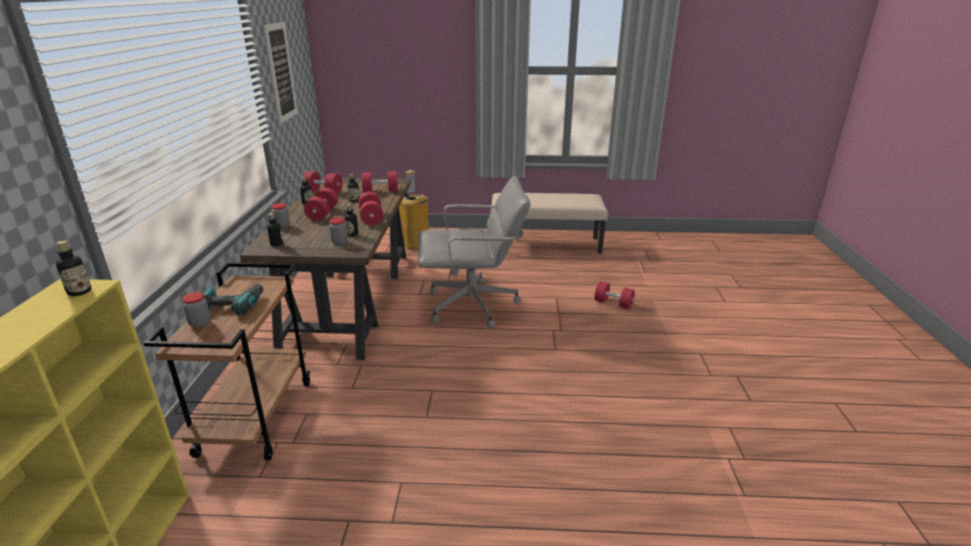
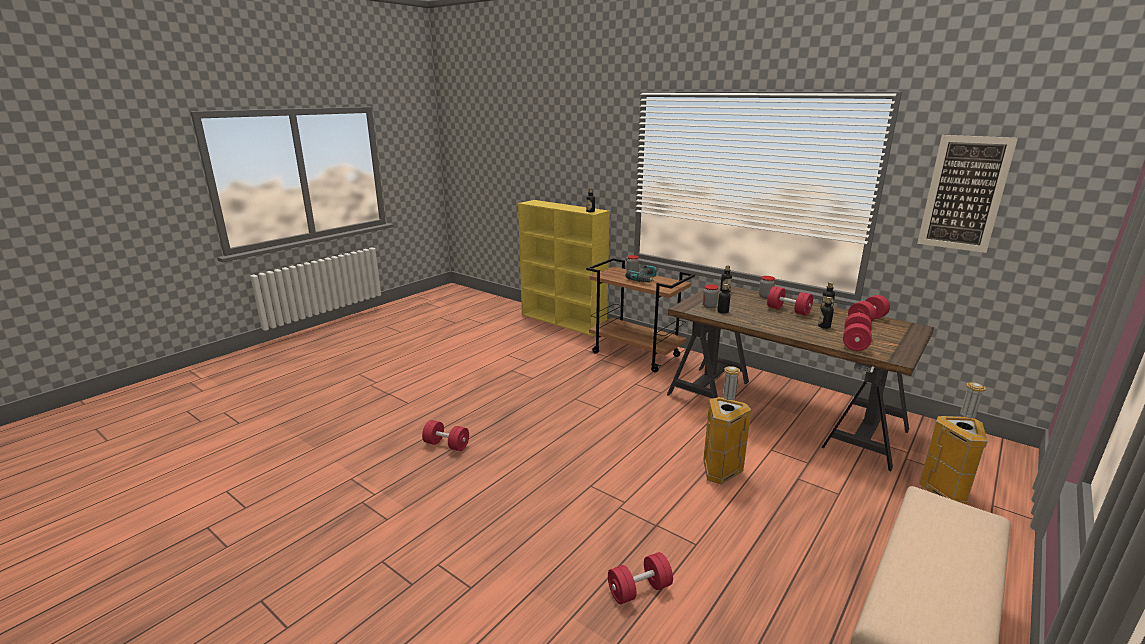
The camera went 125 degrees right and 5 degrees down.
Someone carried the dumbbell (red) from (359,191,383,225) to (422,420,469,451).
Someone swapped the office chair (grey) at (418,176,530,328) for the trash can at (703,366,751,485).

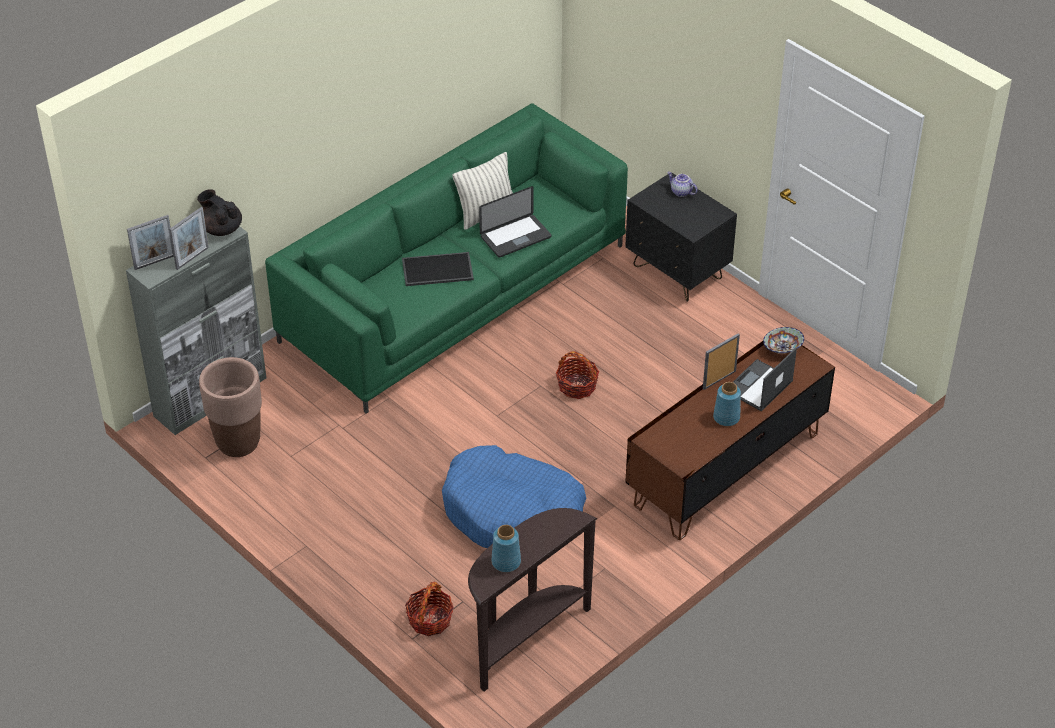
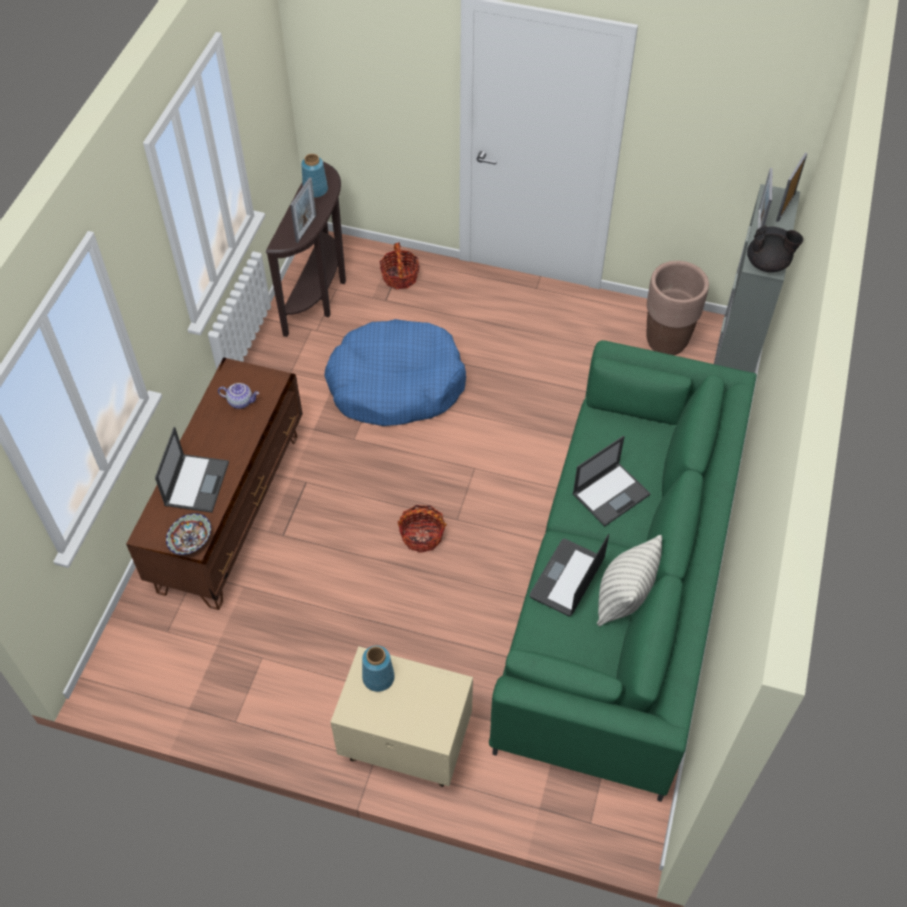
The camera went 150 degrees right and 10 degrees up.
Someone swapped the tray at (402,252,474,286) for the laptop at (572,436,651,526).
Someone repainted the nightstand (black) at (625,172,737,302), which became the nightstand (beige) at (330,646,473,787).
Someone carried the teapot from (667,172,698,197) to (218,383,259,409).
Someone carried the picture frame from (703,333,740,390) to (290,177,316,243).
Someone carried the vase (blue) from (713,382,741,426) to (362,646,395,692).

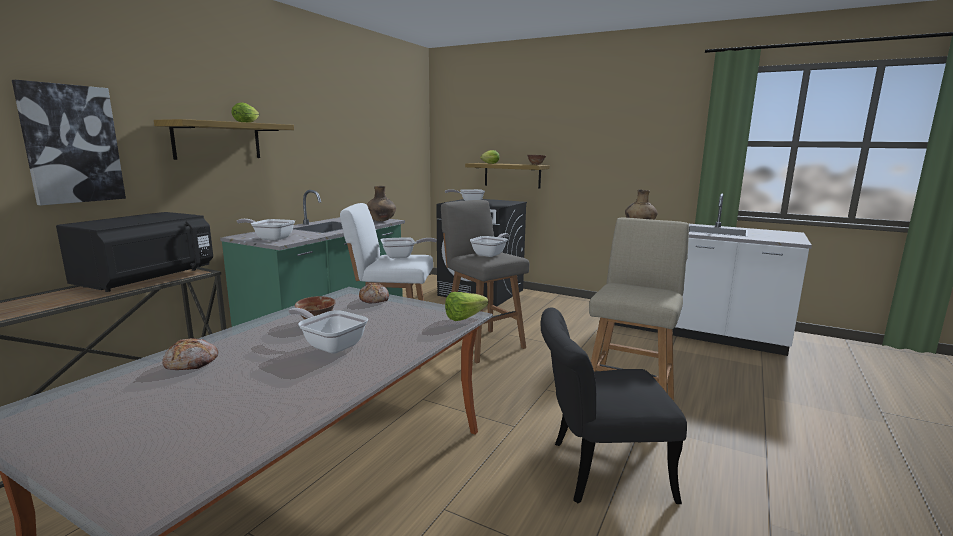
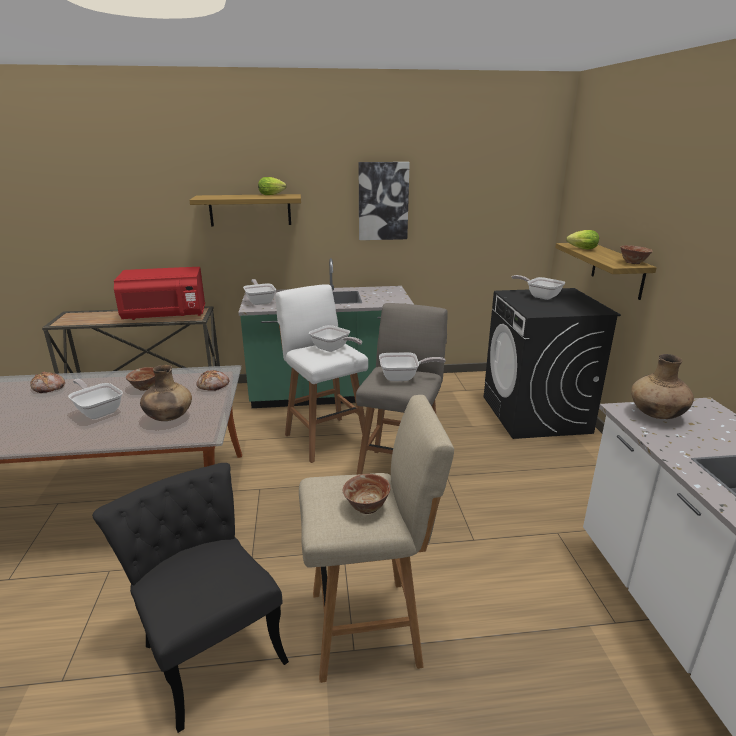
The camera went 55 degrees right and 10 degrees up.
Someone carried the picture from (12,80,126,205) to (358,162,410,240).
Someone repainted the microwave (black) at (56,212,213,292), which became the microwave (red) at (114,267,205,320).
Someone rotated the frying pan at (288,308,368,354) by 45 degrees counterclockwise.
Someone carried the vase (brown) from (366,186,396,222) to (140,365,192,421).
Someone took away the lettuce at (445,292,488,321).
Someone put down the bowl at (343,474,390,514).

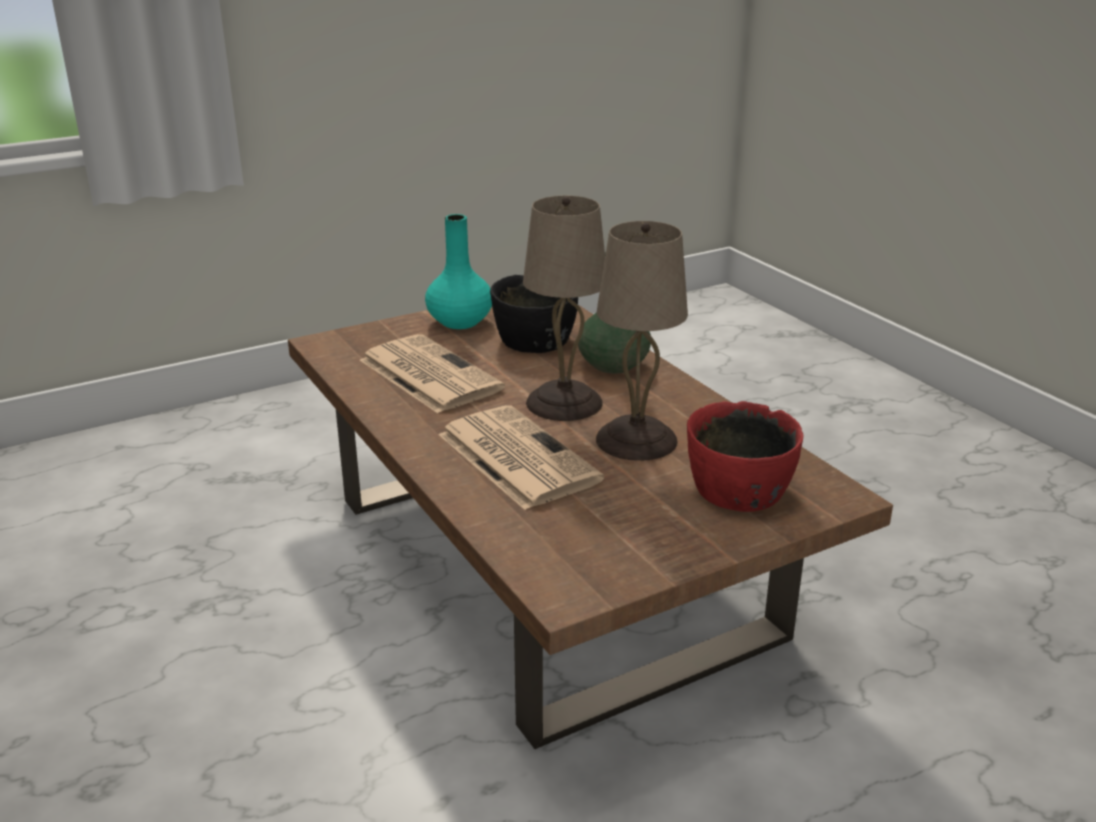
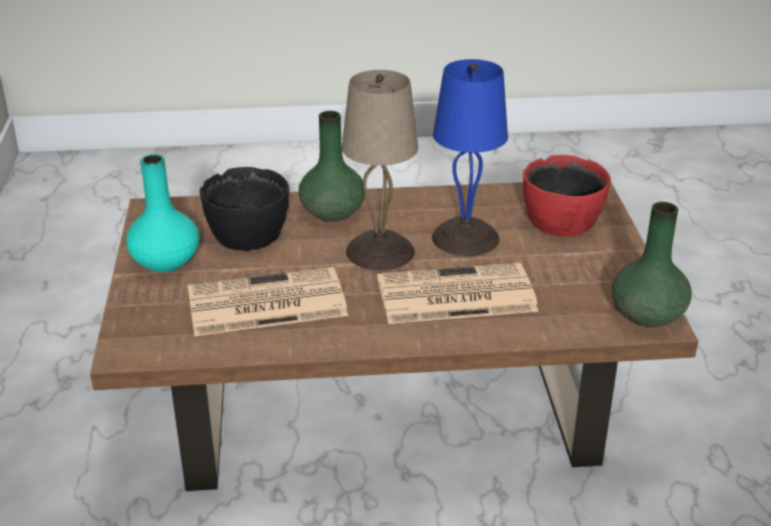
The camera went 65 degrees left and 5 degrees up.
Someone repainted the table lamp (beige) at (596,221,688,461), which became the table lamp (blue) at (432,59,508,256).
Someone put down the vase (green) at (612,202,692,327).

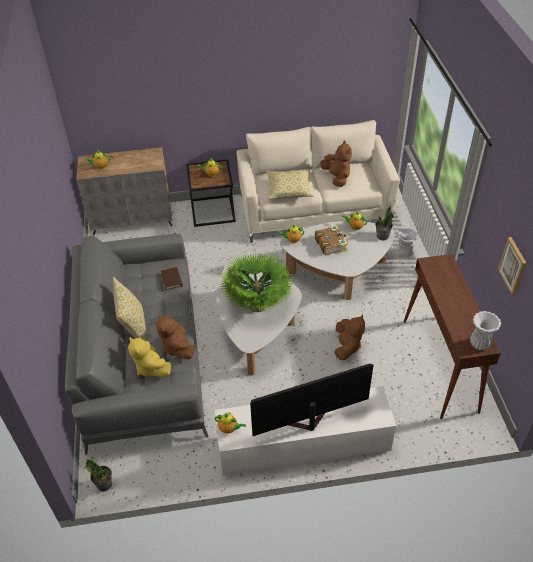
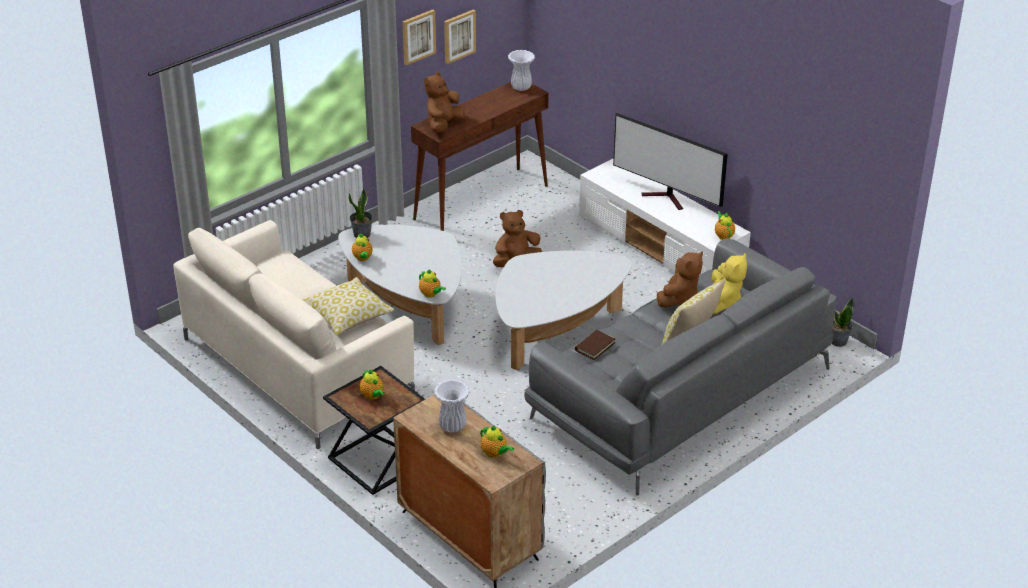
The camera went 125 degrees left and 10 degrees down.
Someone took away the potted plant at (219,252,293,313).
Someone took away the book at (315,225,348,255).
Someone carried the plush toy (brown) from (320,141,352,187) to (424,72,465,133).
Someone carried the vase (white) from (397,228,418,258) to (434,379,470,433).
Someone put up the picture at (402,9,436,65).

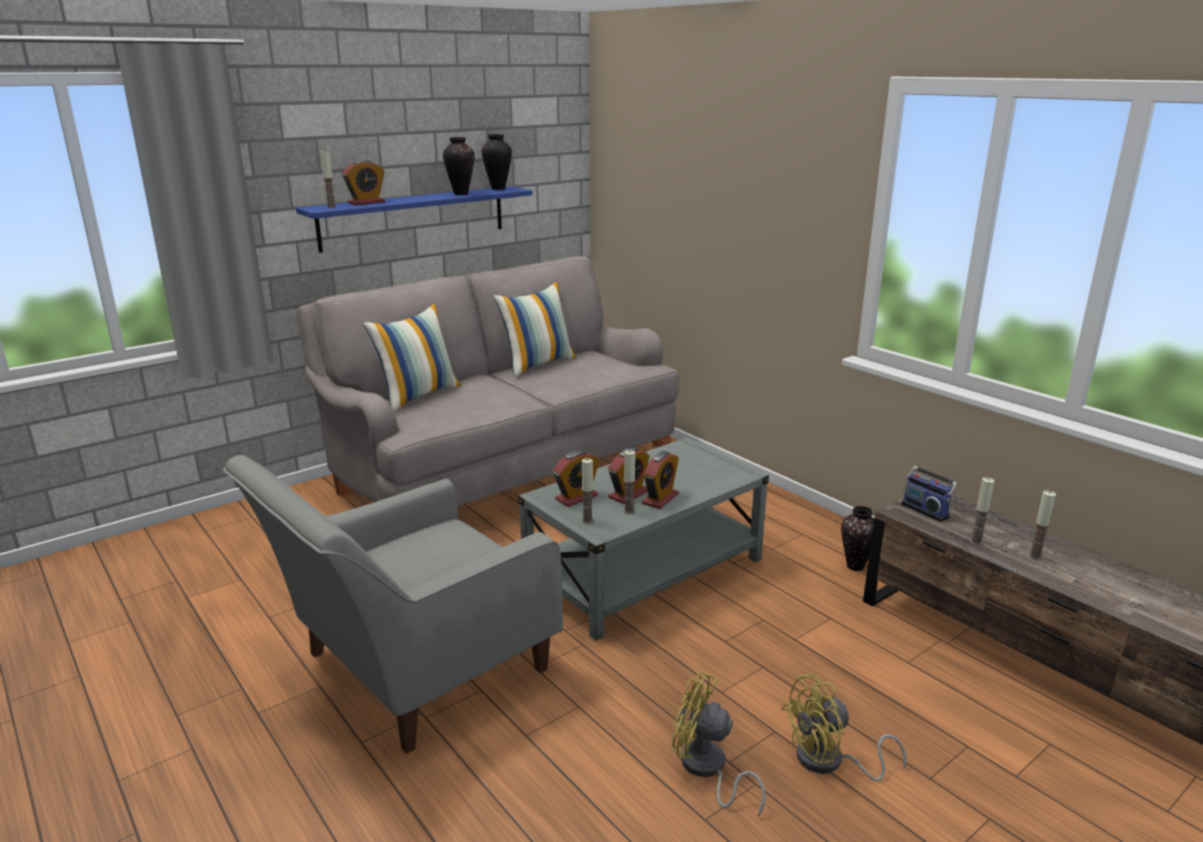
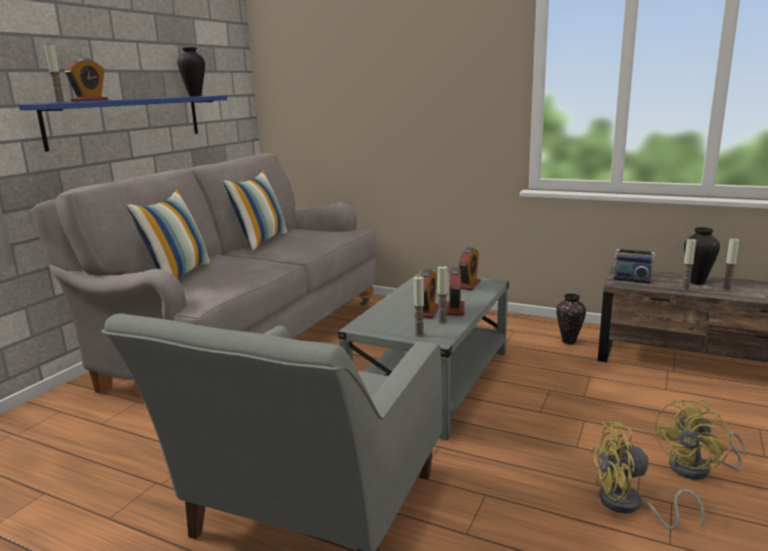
The camera went 25 degrees left and 5 degrees down.
Someone carried the vase from (443,137,474,195) to (684,227,720,284).
Someone carried the alarm clock from (553,450,600,507) to (459,247,481,290).

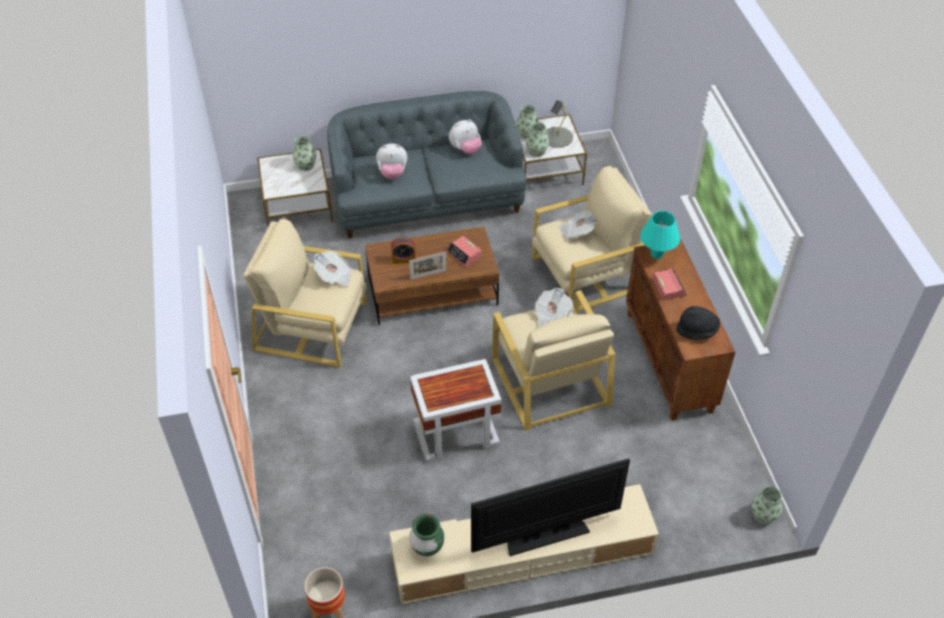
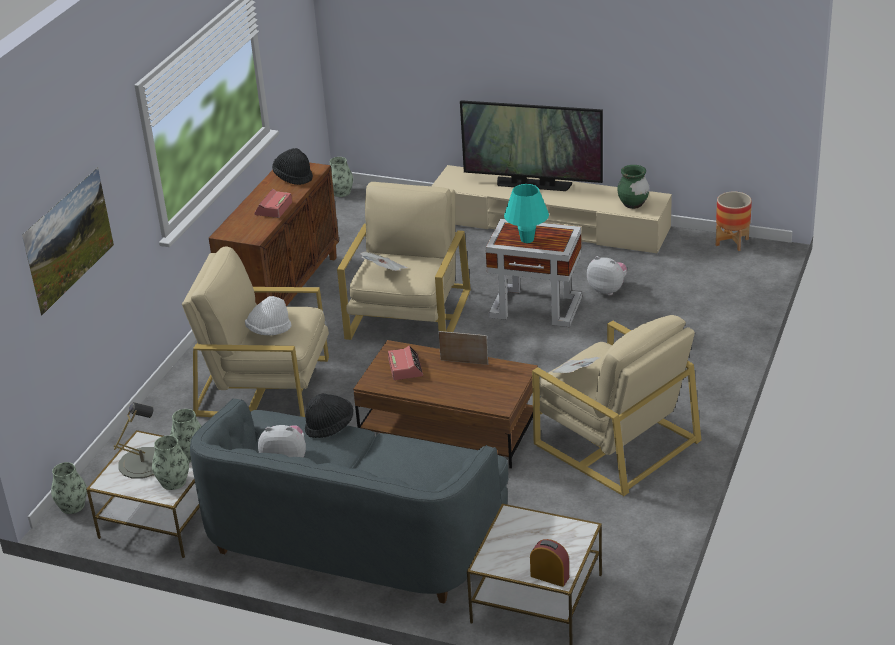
The camera went 145 degrees left and 15 degrees down.
Someone carried the vase from (292,136,316,171) to (51,462,87,514).
Someone carried the plush toy from (376,143,407,180) to (587,256,627,295).
Someone carried the alarm clock from (391,237,416,264) to (530,539,569,587).
Someone swapped the newspaper at (559,210,597,240) for the hat (white) at (245,296,291,336).
Someone carried the table lamp (turquoise) from (640,211,680,259) to (504,184,549,243).
Someone put up the picture at (22,168,114,316).
Someone put down the hat (black) at (305,394,353,438).

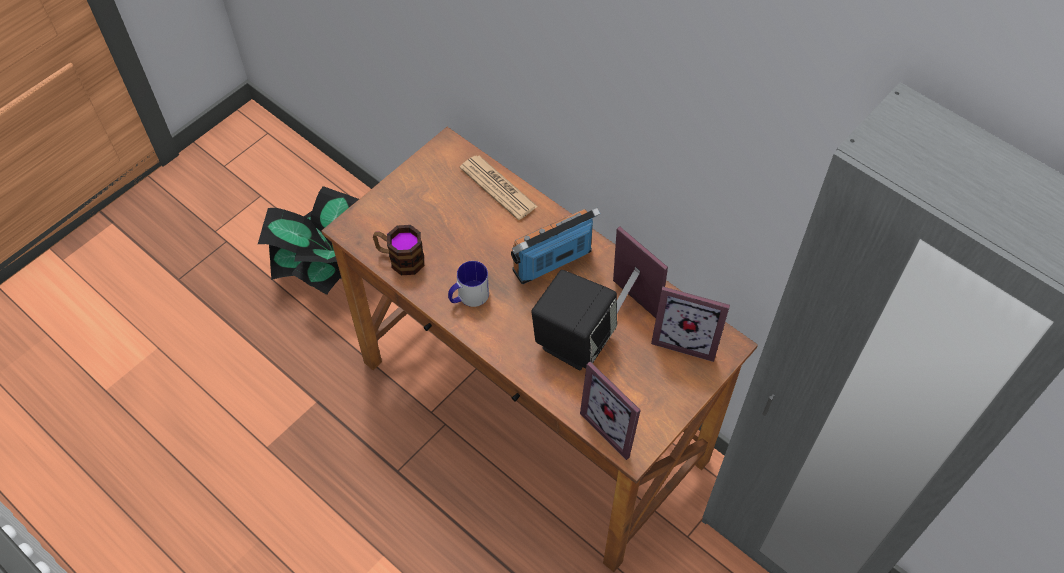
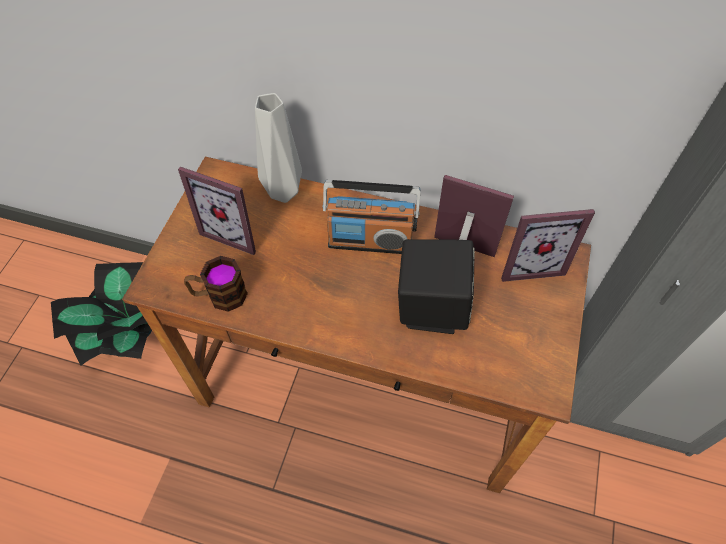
The camera went 25 degrees left and 0 degrees up.
Someone took away the mug at (448,261,489,307).
Someone swapped the newspaper at (460,156,538,220) for the vase (grey) at (255,93,302,203).
Someone rotated the radio at (511,208,600,284) by 120 degrees counterclockwise.
Someone carried the picture frame from (580,362,641,460) to (178,167,256,255).

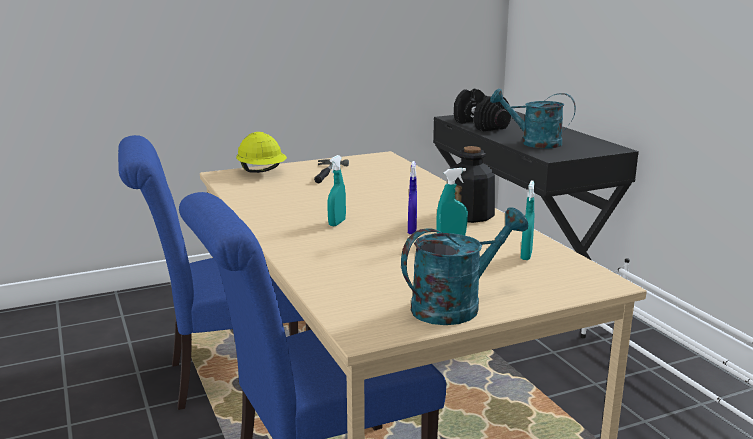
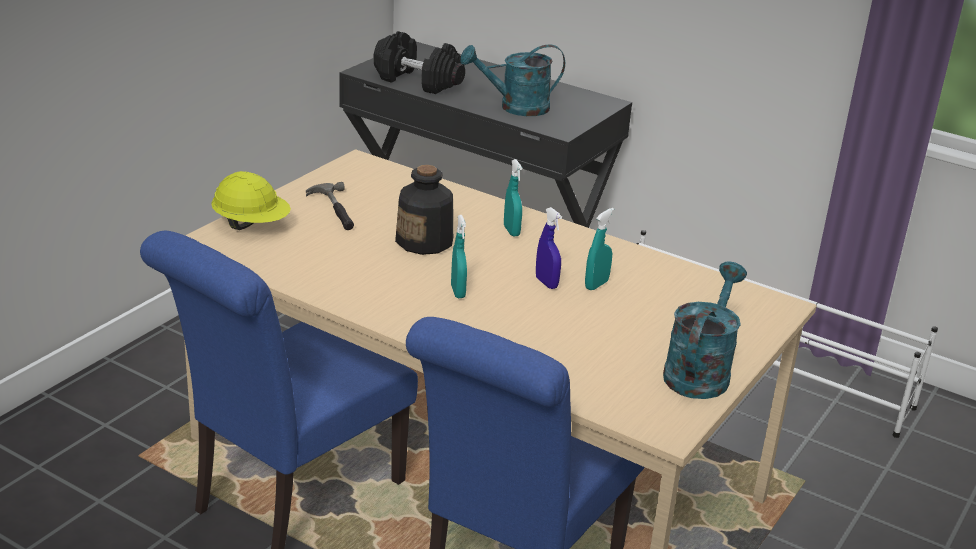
The camera went 35 degrees left and 10 degrees up.
Someone carried the bottle from (447,146,495,223) to (395,165,453,255).
Someone carried the spray bottle (turquoise) from (521,180,534,260) to (504,159,522,237).

